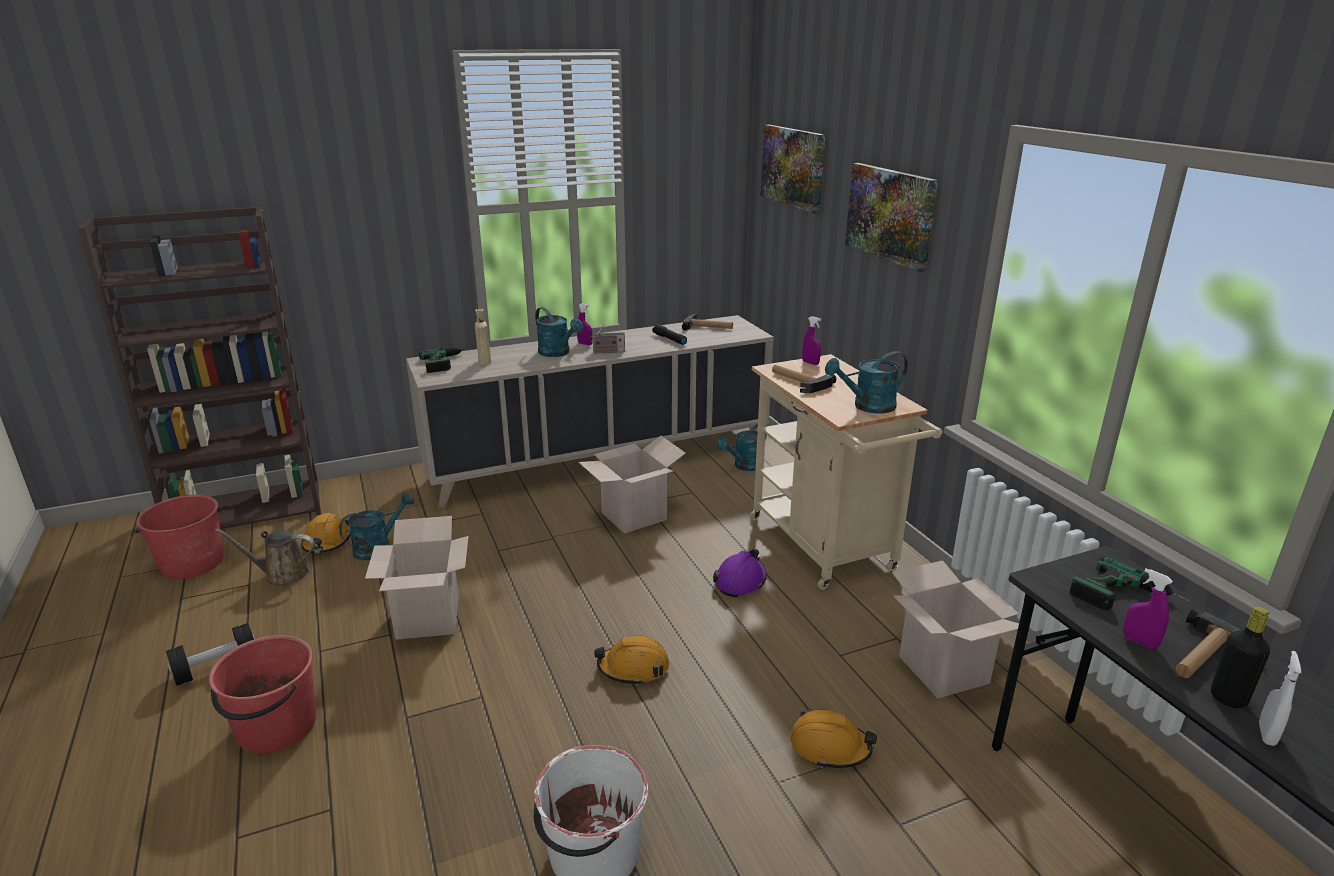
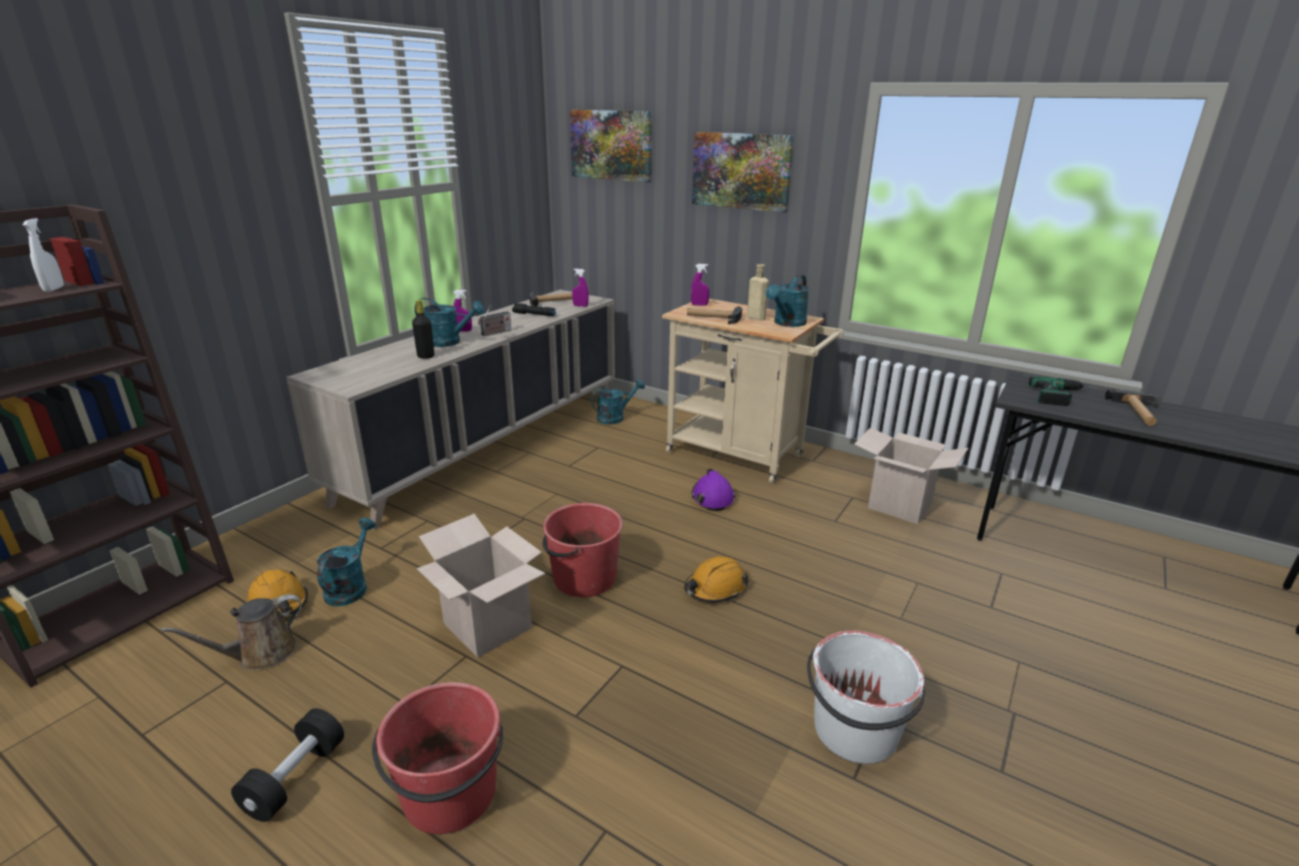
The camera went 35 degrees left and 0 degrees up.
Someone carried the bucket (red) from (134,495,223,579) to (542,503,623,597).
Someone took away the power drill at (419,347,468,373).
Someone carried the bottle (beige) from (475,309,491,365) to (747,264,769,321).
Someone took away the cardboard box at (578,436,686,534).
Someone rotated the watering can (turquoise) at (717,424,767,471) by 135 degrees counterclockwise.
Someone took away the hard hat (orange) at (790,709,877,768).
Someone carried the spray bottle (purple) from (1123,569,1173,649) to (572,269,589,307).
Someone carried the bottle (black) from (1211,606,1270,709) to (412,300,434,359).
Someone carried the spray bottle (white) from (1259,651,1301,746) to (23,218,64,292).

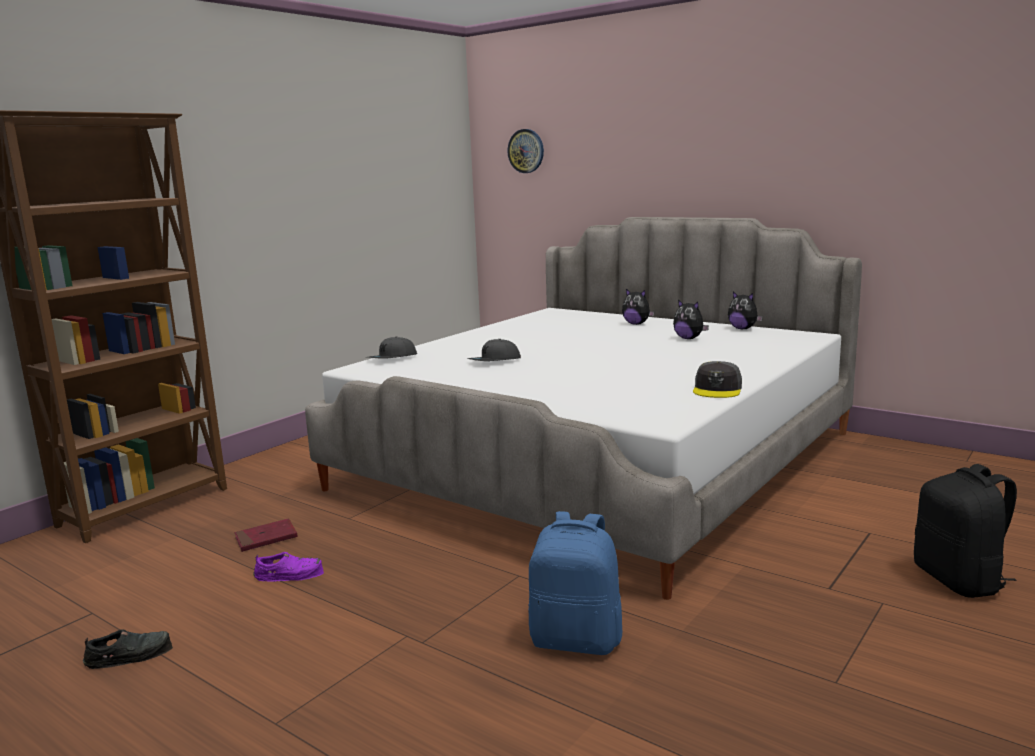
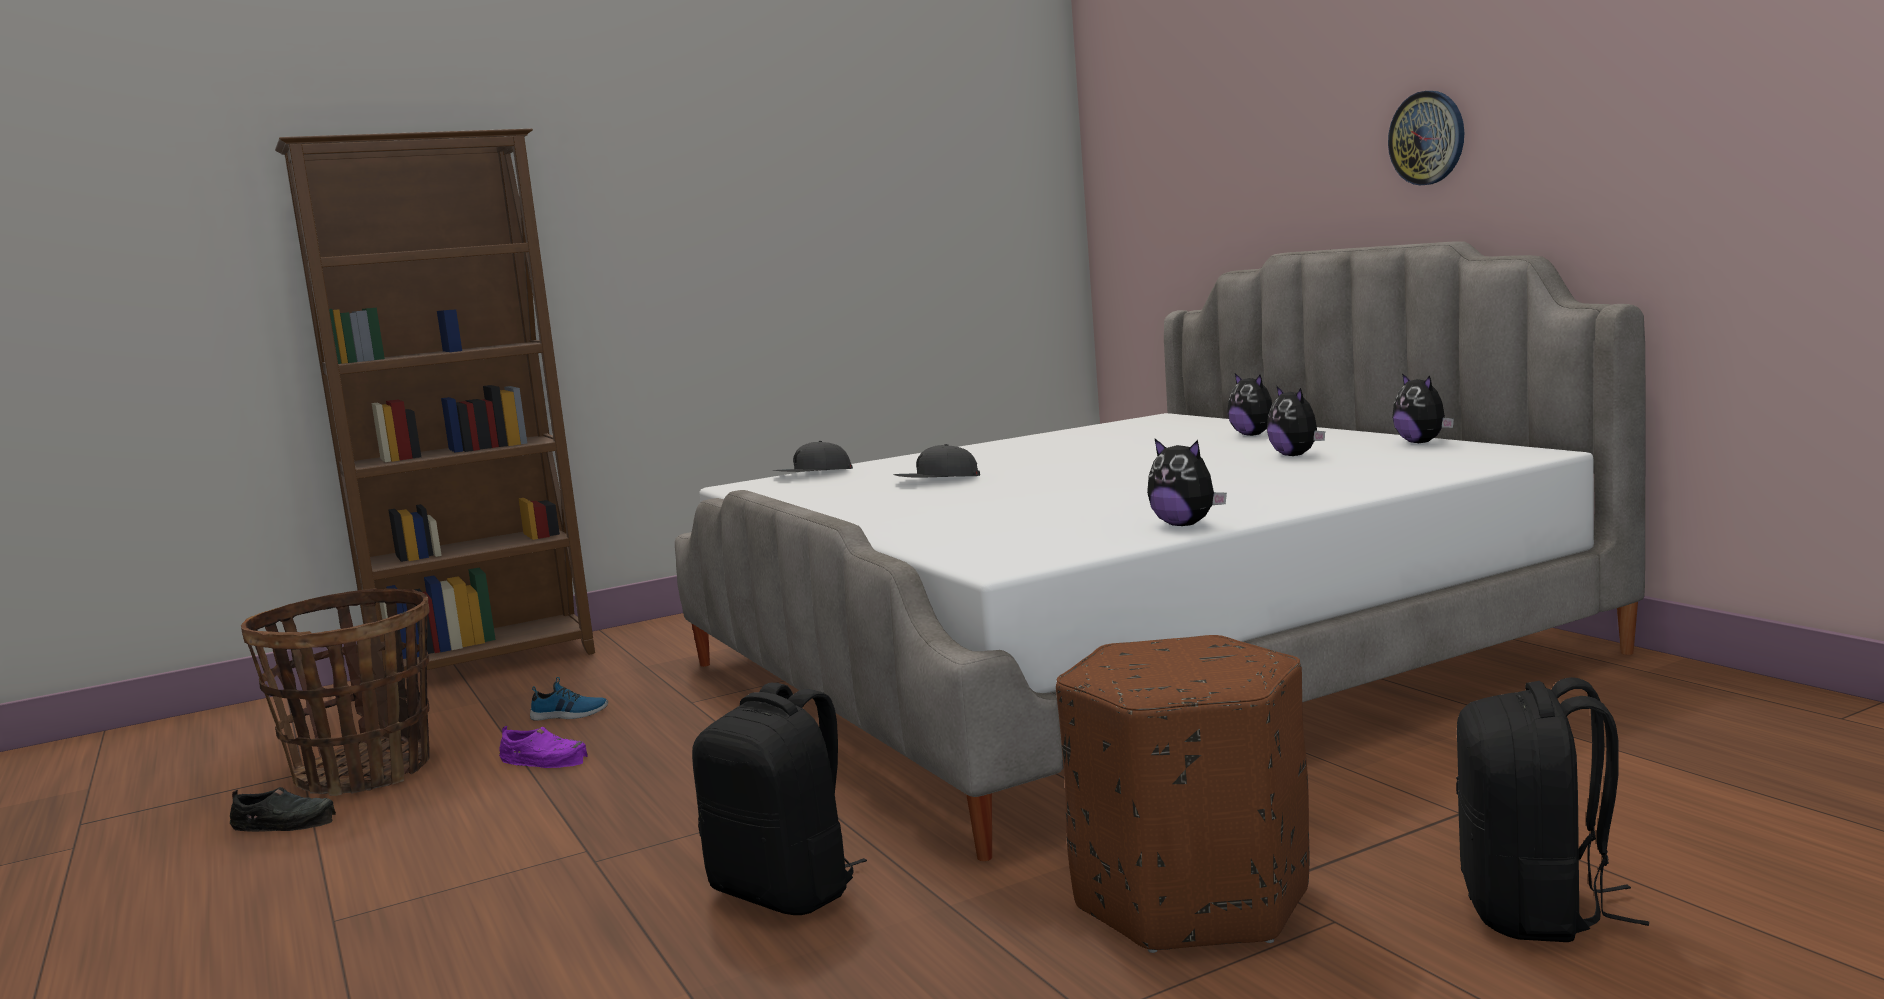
The camera went 25 degrees right and 5 degrees down.
Someone swapped the book (red) at (235,518,298,552) for the shoe at (530,677,608,721).
Someone carried the wall clock from (507,129,544,173) to (1388,91,1464,185).
Someone repainted the backpack (blue) at (528,511,623,655), which became the backpack (black) at (692,683,867,915).
Someone swapped the cap (grey) at (693,361,742,398) for the plush toy at (1147,439,1227,526).
Someone put down the basket at (241,588,430,796).
Someone put down the ottoman (brown) at (1056,635,1310,953).

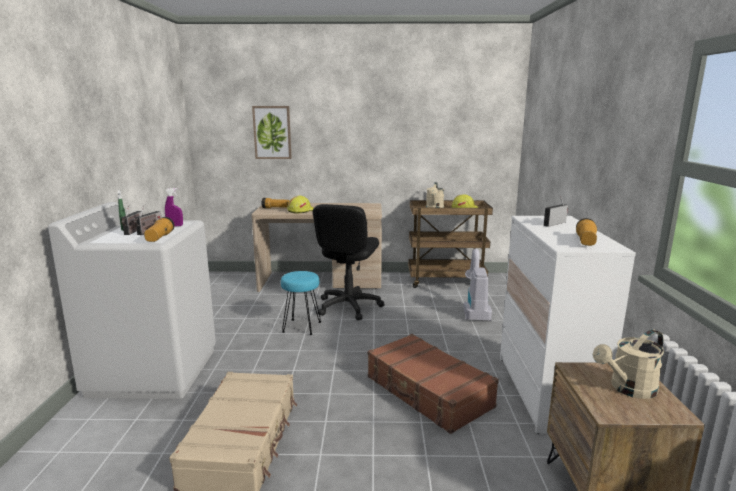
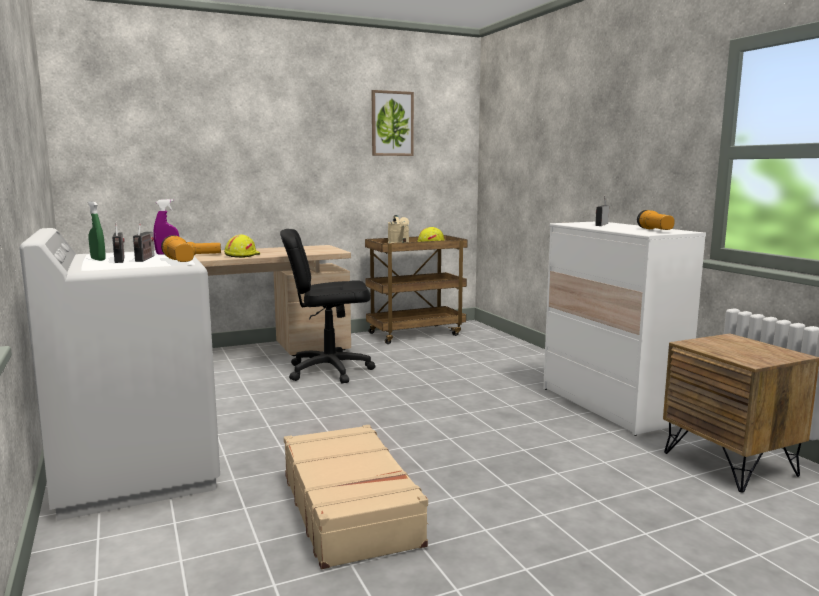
The camera went 25 degrees left and 5 degrees down.
Someone carried the picture from (252,106,292,159) to (372,90,414,156).
Someone took away the stool (turquoise) at (281,271,321,335).
Someone rotated the office chair (black) at (313,204,385,320) by 90 degrees clockwise.
Someone took away the suitcase (brown) at (368,334,499,434).
Someone took away the vacuum cleaner at (463,248,492,321).
Someone took away the watering can (beige) at (593,329,664,399).

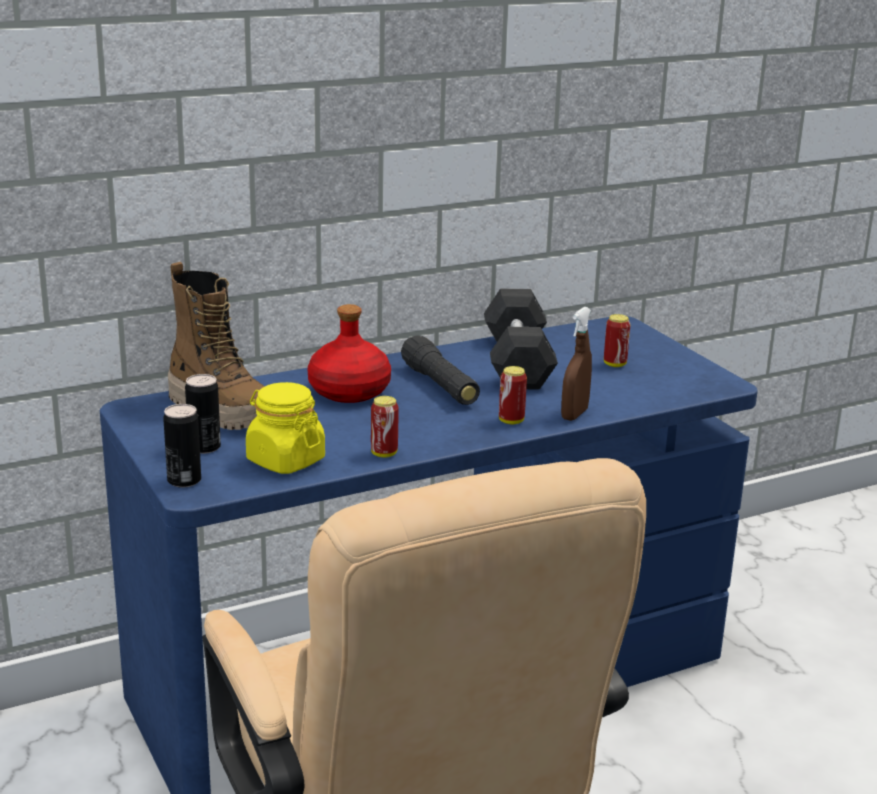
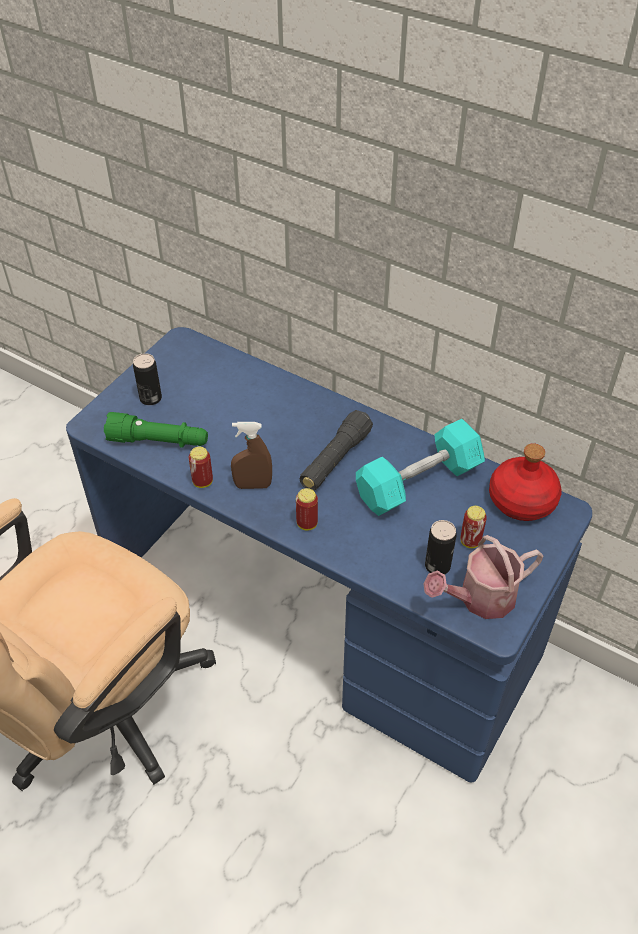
The camera went 60 degrees right and 25 degrees up.
Someone carried the can from (163,404,201,488) to (425,520,457,575).
Someone took away the boot at (168,262,265,430).
Someone swapped the jar (yellow) at (246,382,325,474) for the flashlight (green) at (104,412,208,448).
Someone carried the bottle (red) from (308,304,391,403) to (489,443,561,521).
Someone repainted the dumbbell (grey) at (484,288,558,390), which became the dumbbell (turquoise) at (356,419,485,516).
Someone carried the spray bottle (brown) from (561,307,592,421) to (231,422,272,489).
Someone put down the watering can at (423,535,543,619).

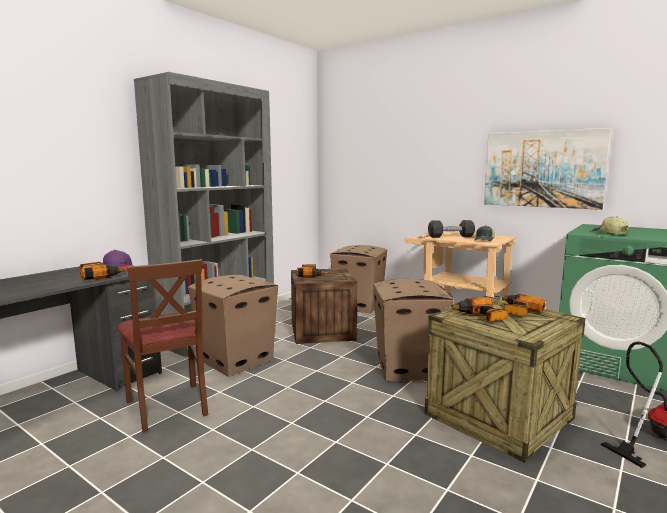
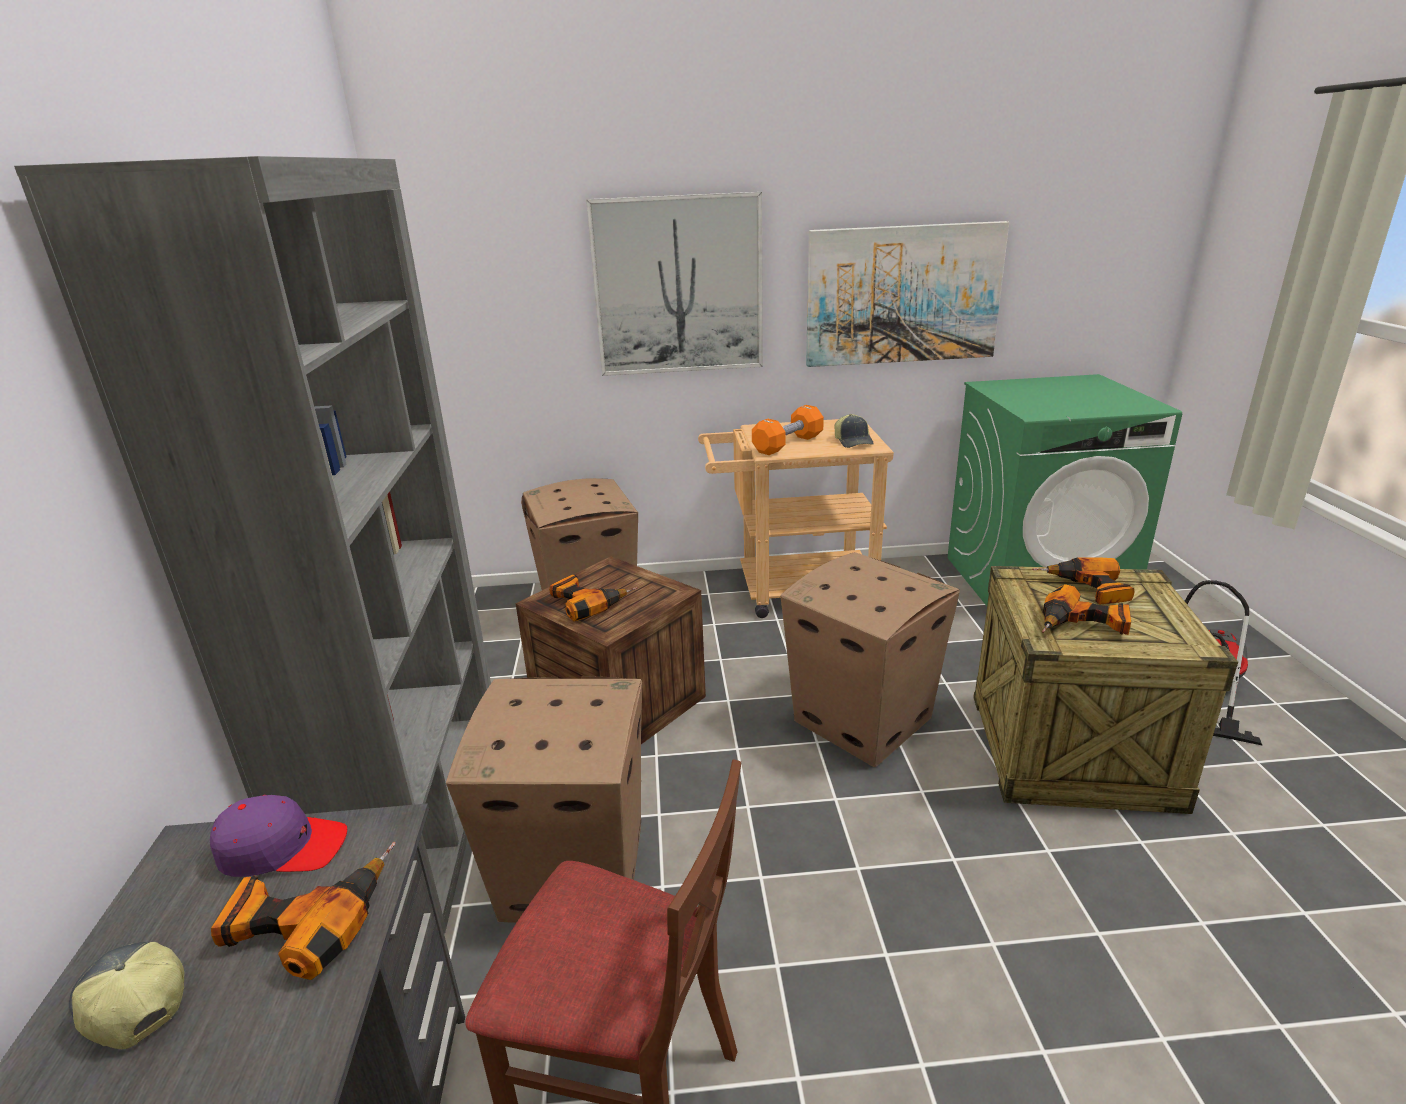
The camera went 40 degrees left and 15 degrees up.
Someone repainted the dumbbell (black) at (428,220,475,238), which became the dumbbell (orange) at (752,405,824,455).
Someone carried the cap from (592,217,629,234) to (69,942,185,1049).
Someone put up the picture at (586,192,763,376).

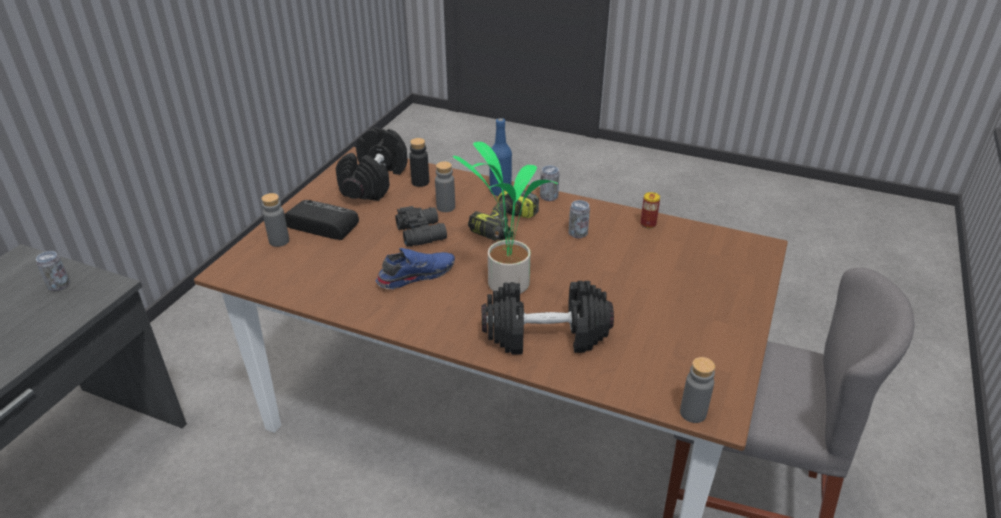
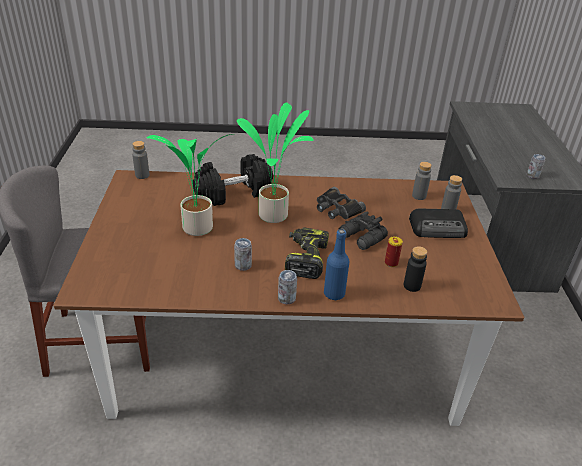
The camera went 155 degrees right and 0 degrees up.
Someone took away the dumbbell (black) at (336,127,408,201).
Someone swapped the shoe (blue) at (376,248,455,289) for the binoculars (black) at (317,187,366,219).
Someone carried the bottle (grey) from (435,161,455,212) to (412,162,432,200).
Someone carried the can from (640,192,660,229) to (385,236,403,267).
Someone put down the potted plant at (147,134,235,236).

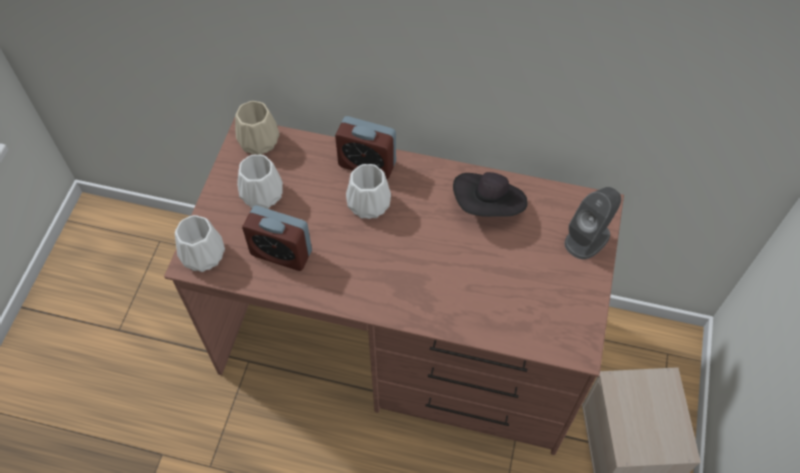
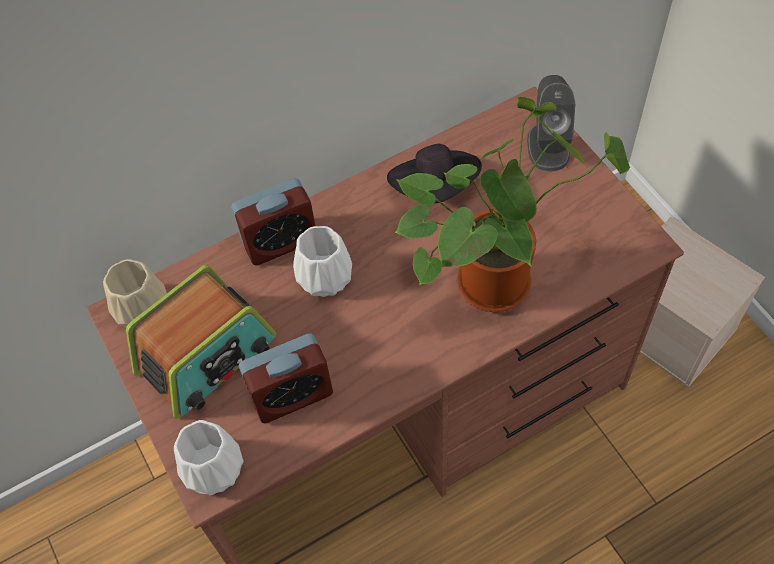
The camera went 40 degrees left and 0 degrees up.
Someone swapped the vase (white) at (237,155,283,209) for the radio at (126,265,276,419).
Someone put down the potted plant at (394,97,630,312).

